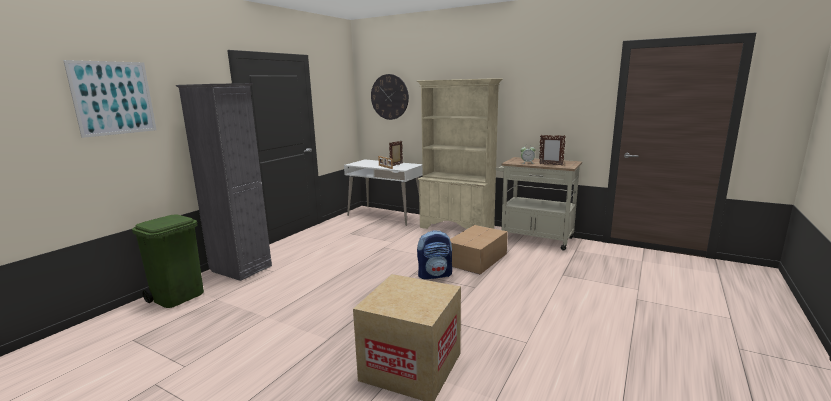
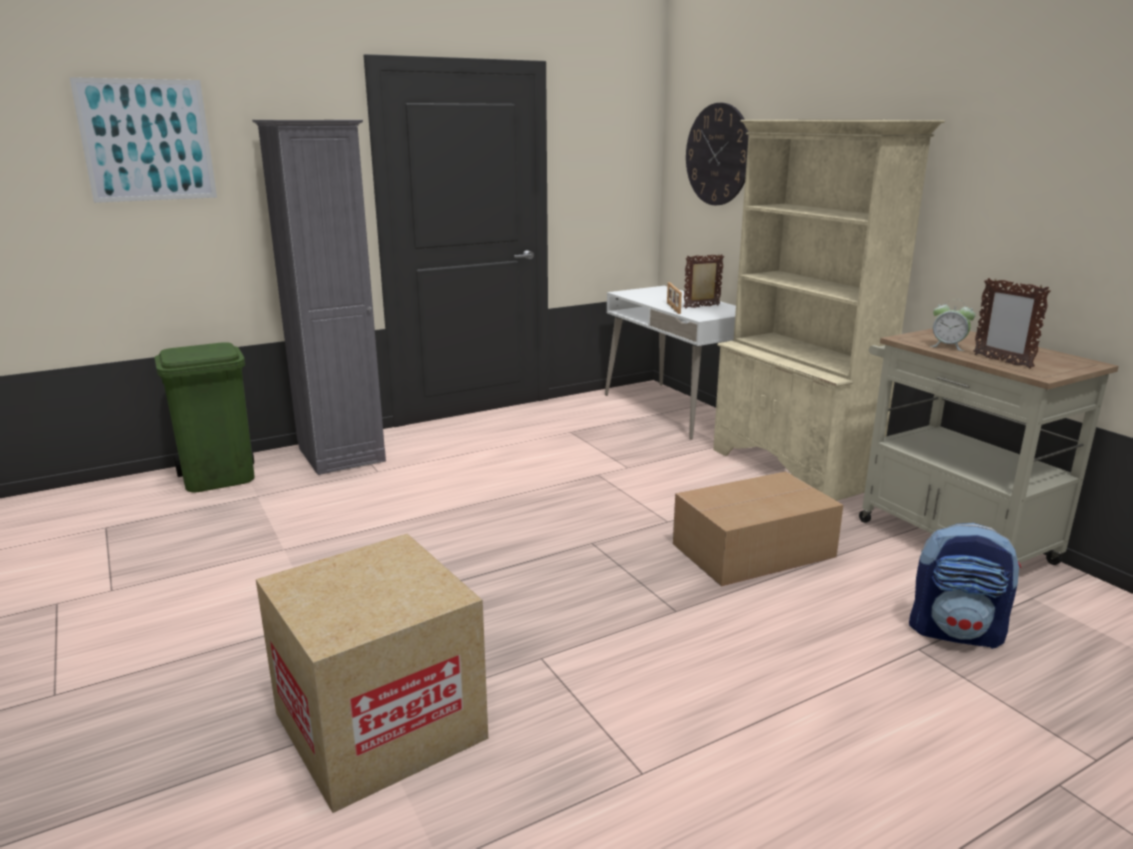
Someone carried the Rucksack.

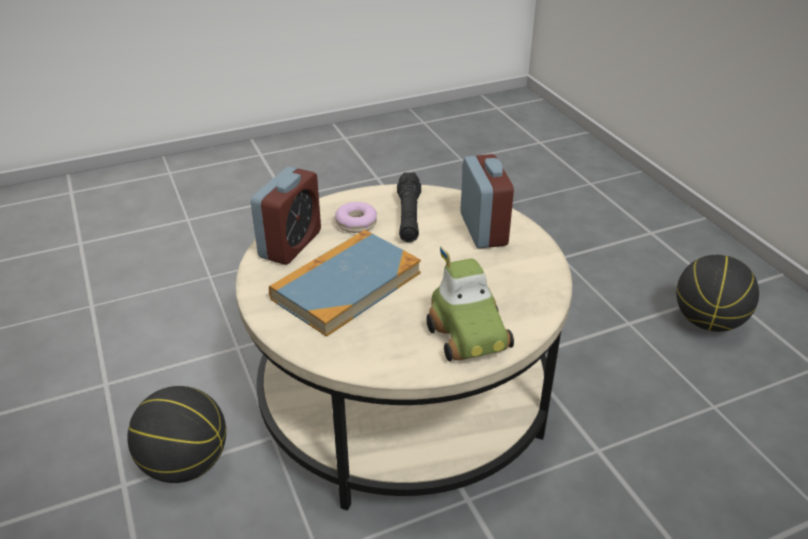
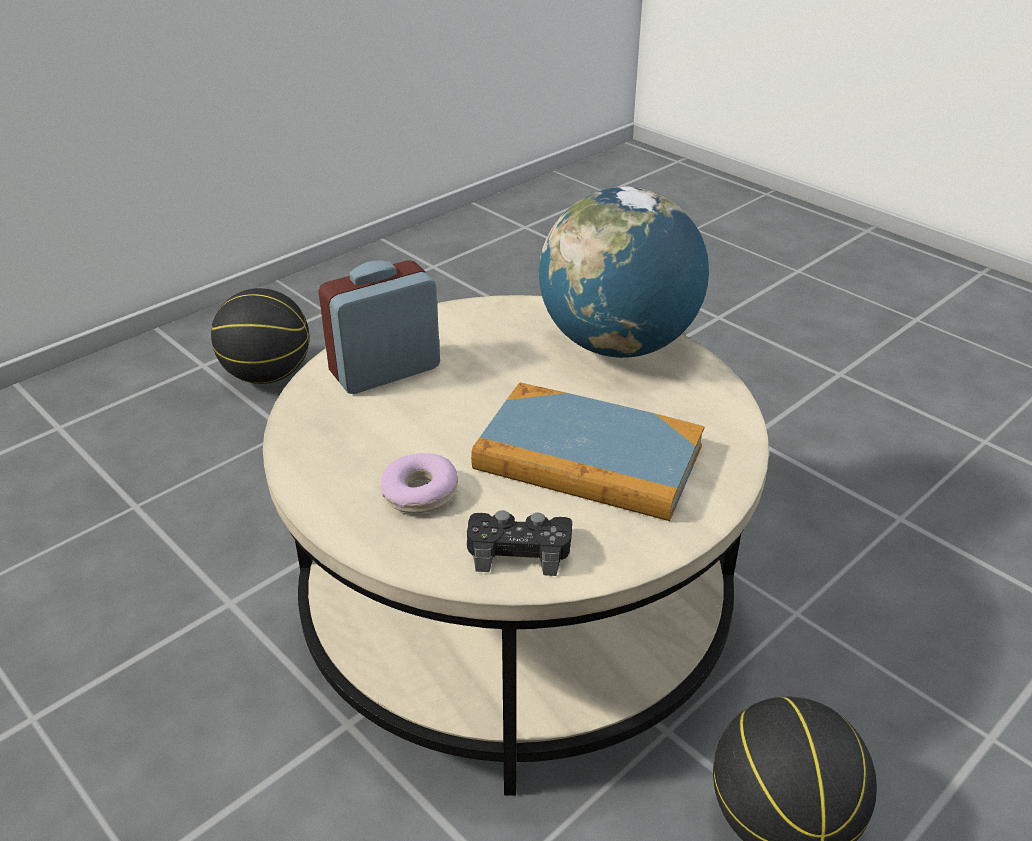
Someone swapped the Wecker (1st from left) for the Gamepad [schwarz]. Someone took away the Taschenlampe [schwarz]. Someone swapped the Spielzeugauto for the Globus.

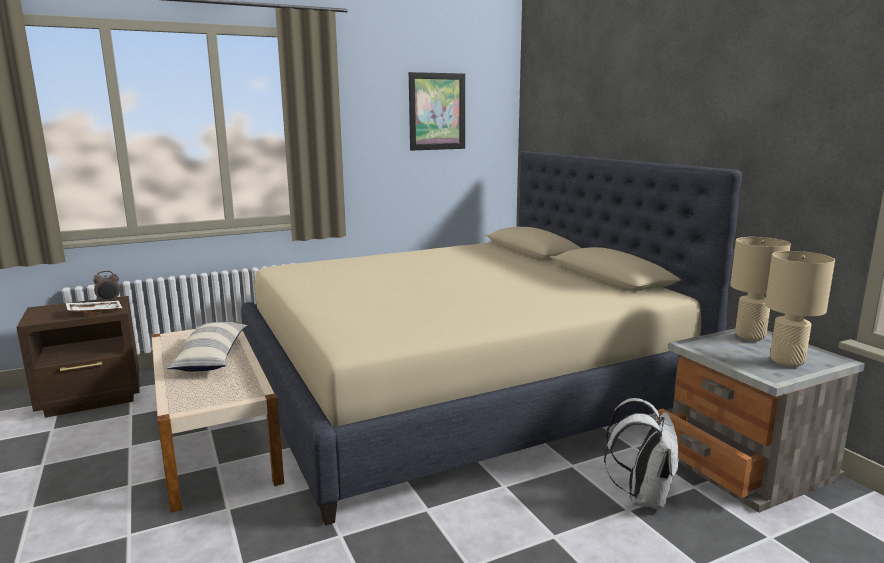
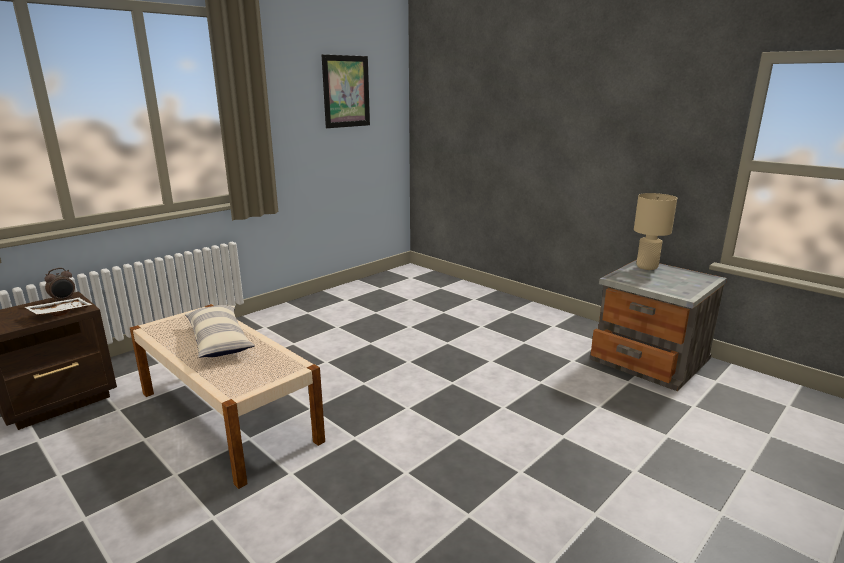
Someone took away the Bett [beige]. Someone took away the Rucksack [weiß]. Someone took away the Tischlampe [beige] (2nd from left).

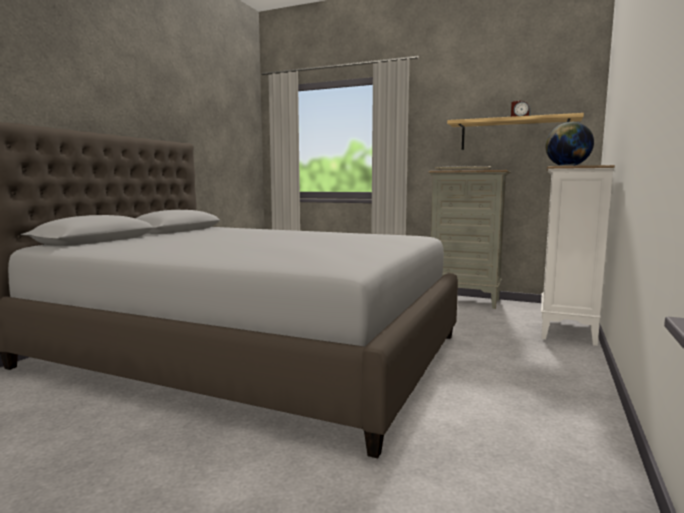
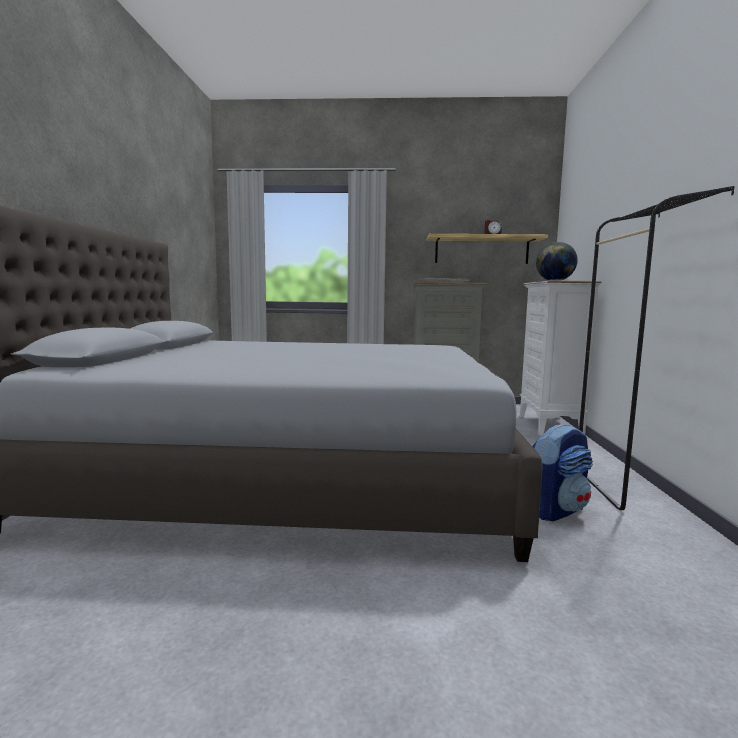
Someone put down the Rucksack. Someone put down the Kleiderständer [schwarz].

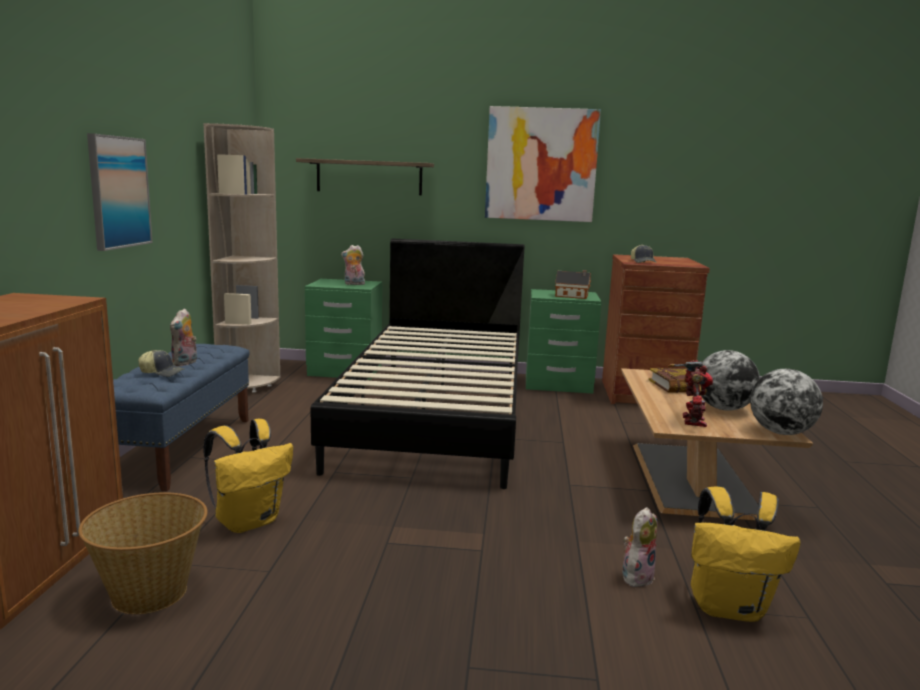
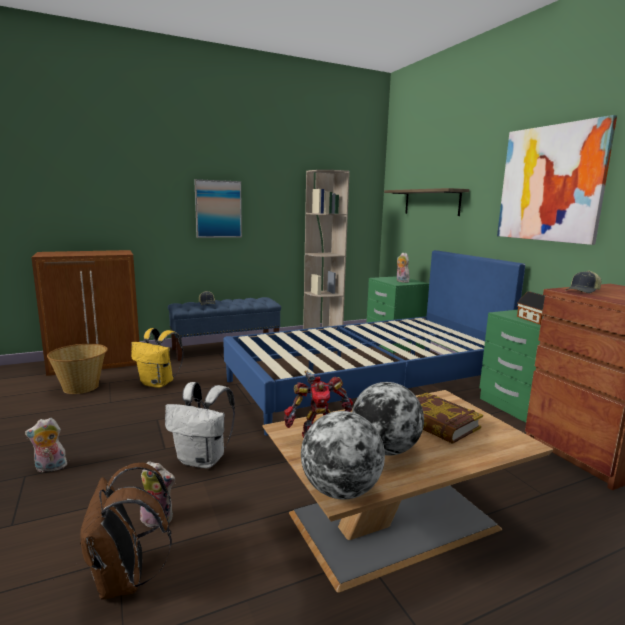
Someone carried the Plüschtier (1st from left). Someone repainted the Bett [schwarz], which became the Bett [blau]. Someone repainted the Rucksack [gelb] (2nd from left), which became the Rucksack [braun]. Someone put down the Rucksack [weiß].

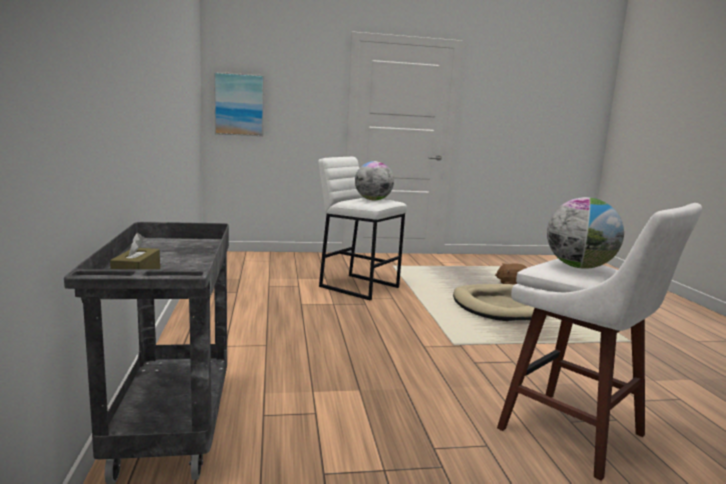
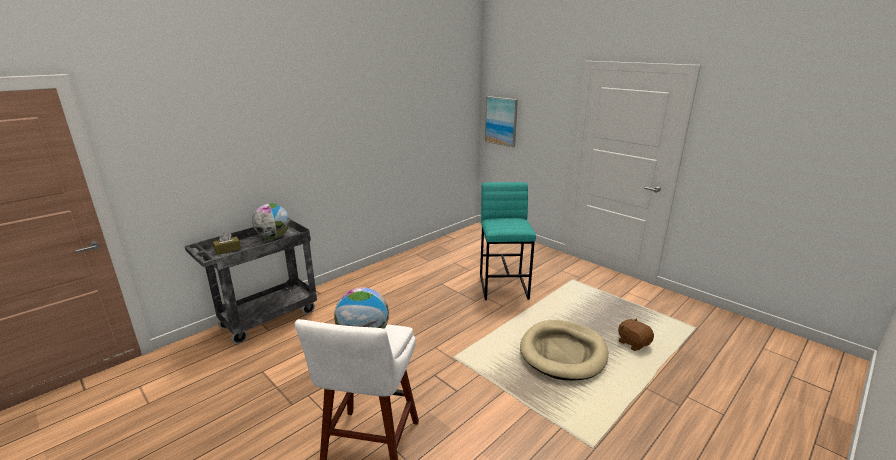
Someone repainted the Hocker [weiß] (1st from left), which became the Hocker [türkis]. Someone carried the Globus (1st from left).

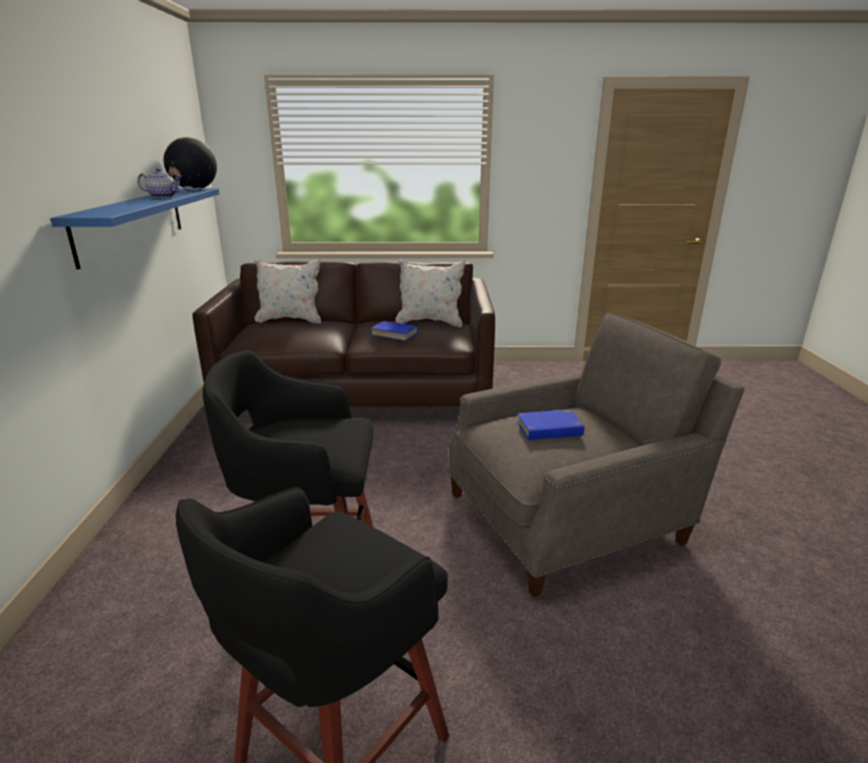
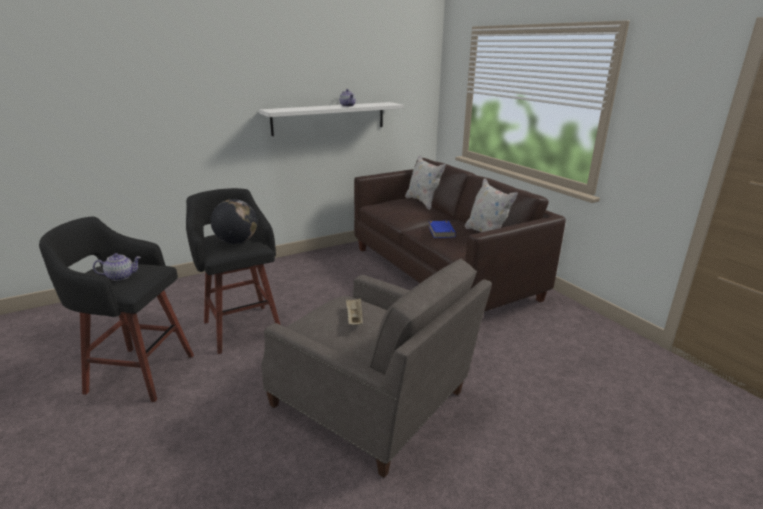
Someone repainted the Wandregal [blau], which became the Wandregal [weiß]. Someone carried the Globus. Someone swapped the Buch [blau] (2nd from left) for the Tablett [beige]. Someone put down the Teekanne (1st from left).

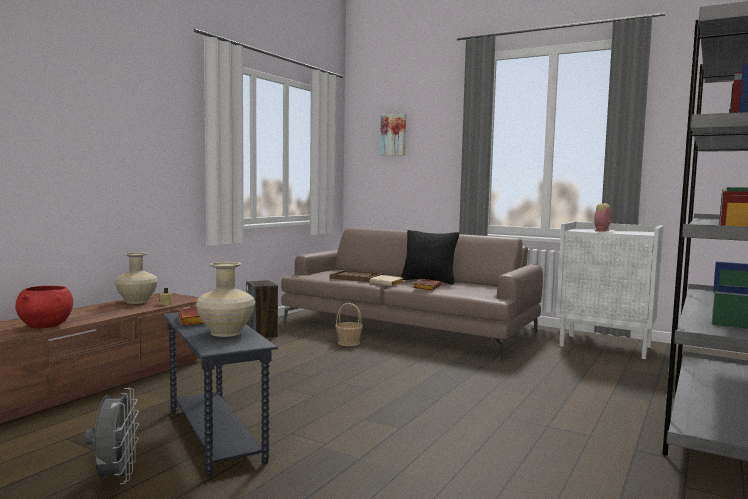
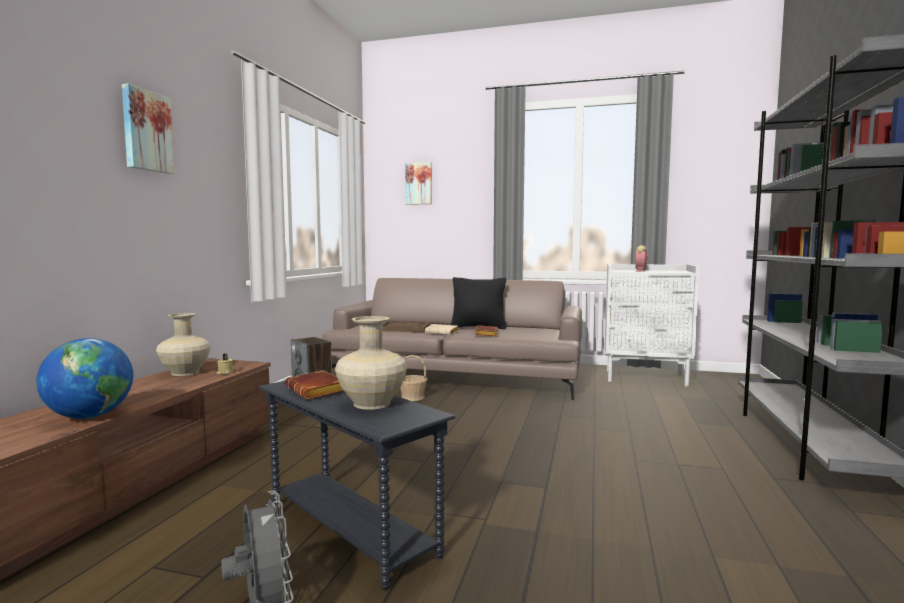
Someone swapped the Schüssel [rot] for the Globus. Someone put up the Bild (1st from left).

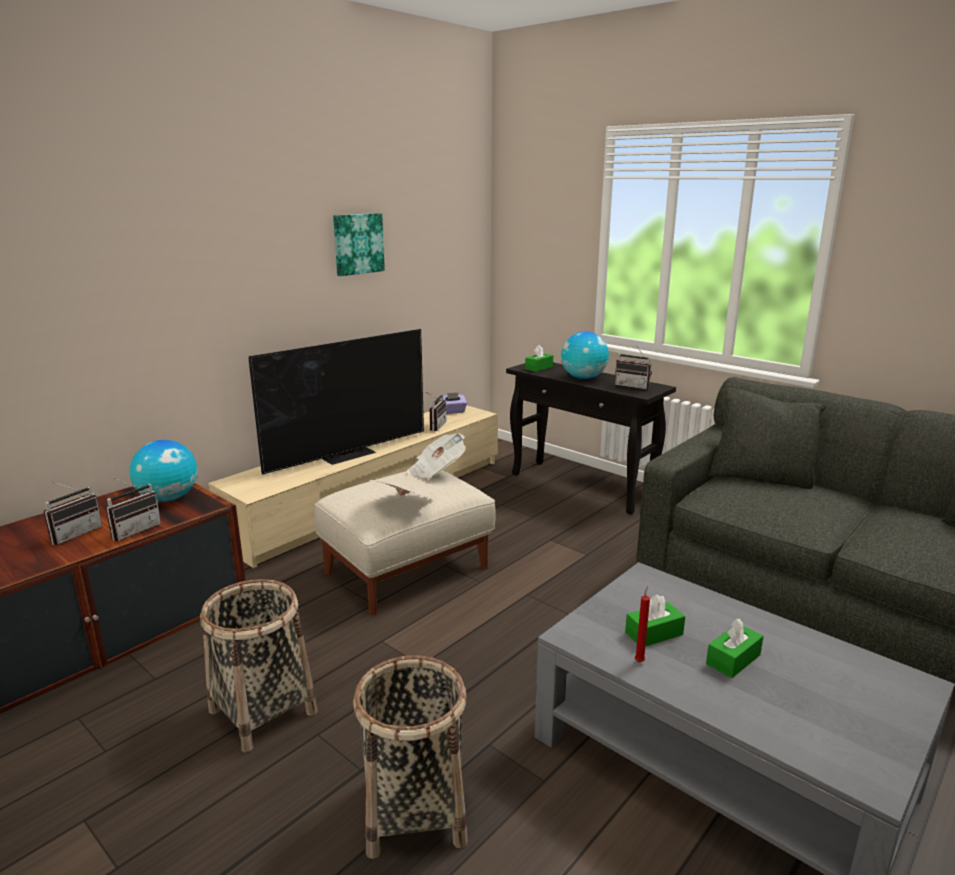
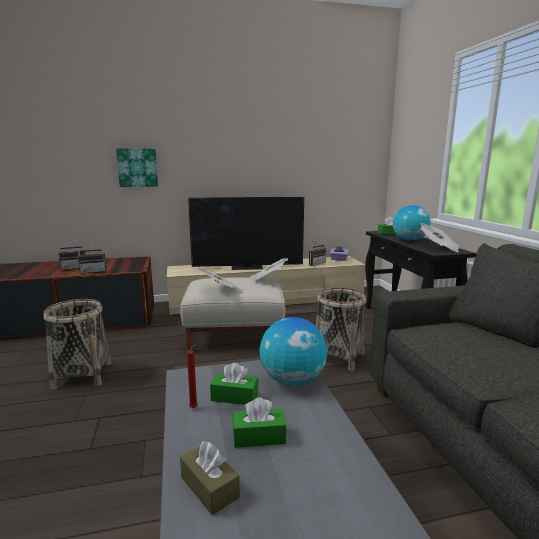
Someone carried the Globus (1st from left). Someone carried the Bild. Someone carried the Korb (2nd from left). Someone swapped the Radio (4th from left) for the Zeitung (3rd from left). Someone put down the Taschentuchbox [braun].

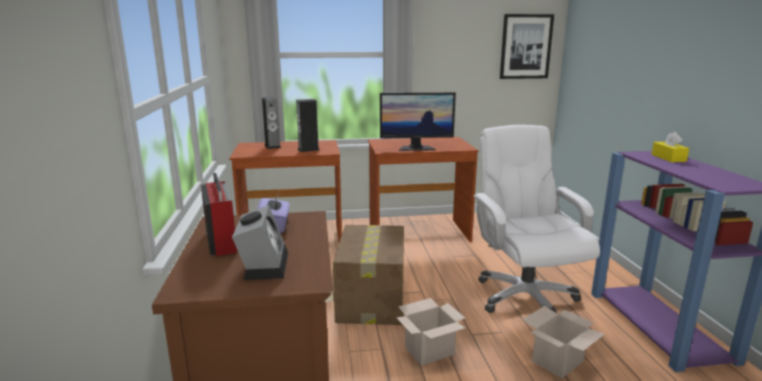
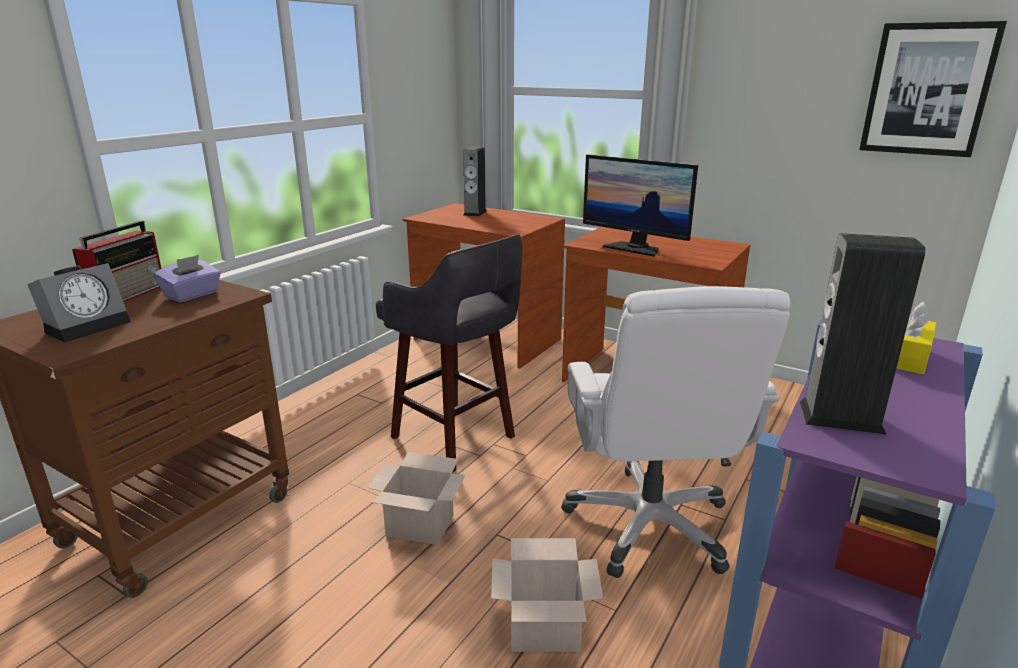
Someone carried the Lautsprecher (2nd from left). Someone swapped the Karton (1st from left) for the Hocker [grau]. Someone rotated the Bürostuhl [weiß] by 150 degrees clockwise.

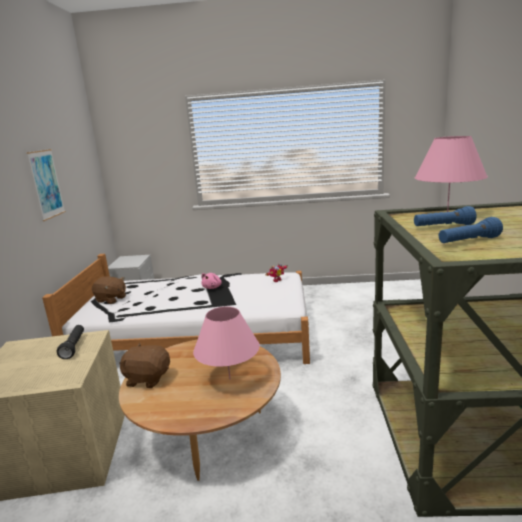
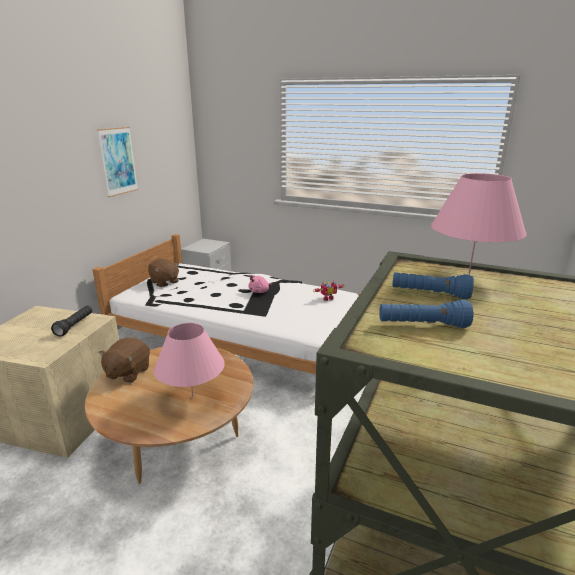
Someone rotated the Plüschtier [braun] (2nd from left in the first image) by 105 degrees counterclockwise.

